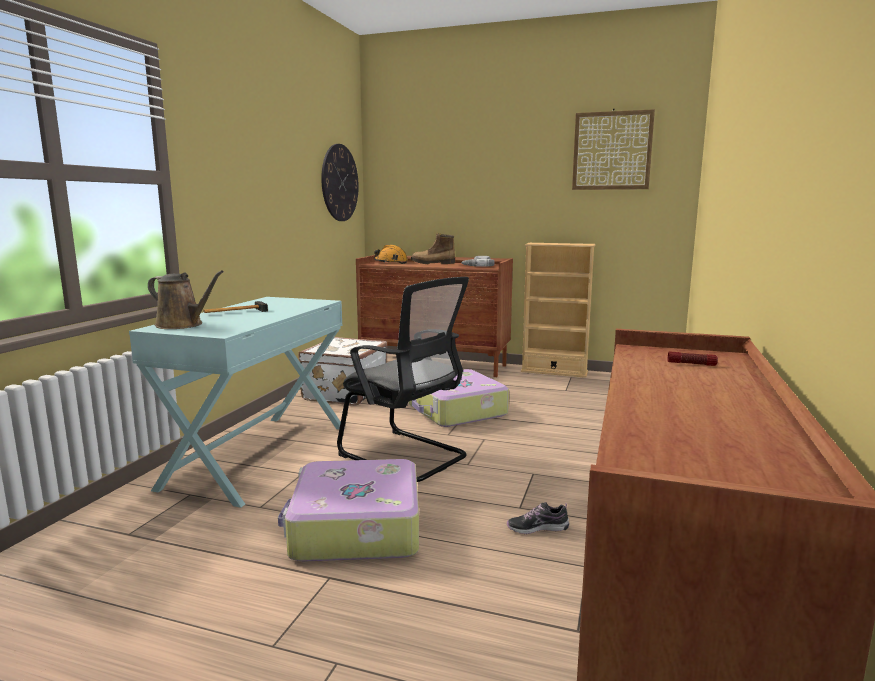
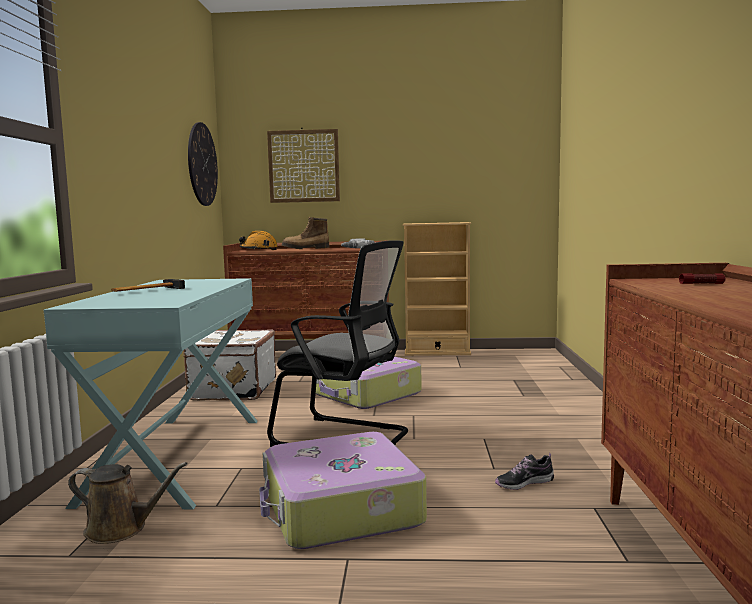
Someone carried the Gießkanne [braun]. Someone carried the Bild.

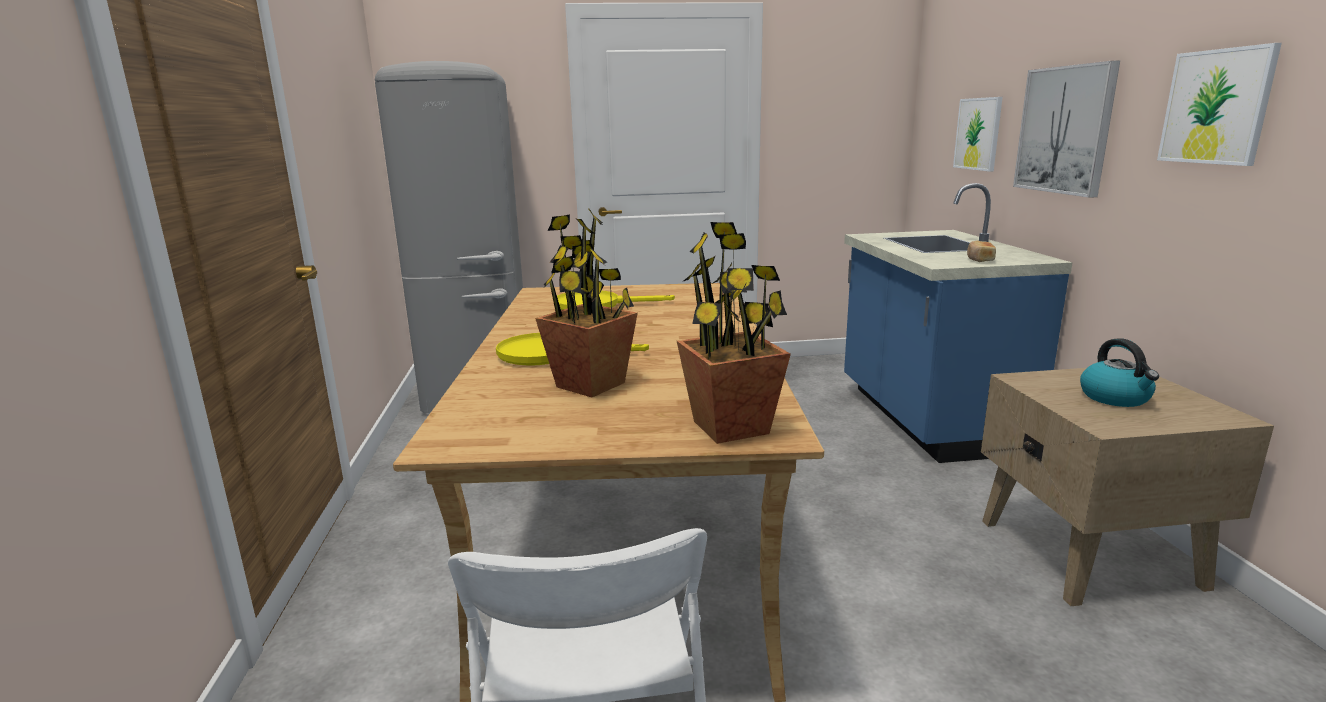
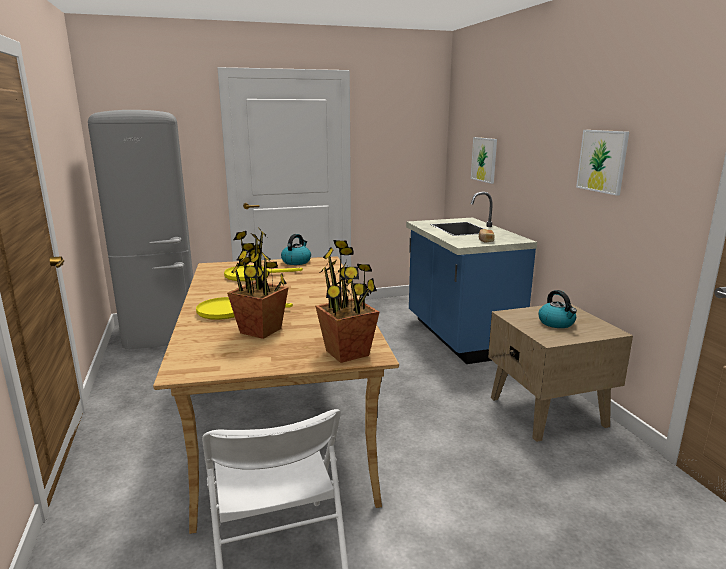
Someone took away the Bild (2nd from left). Someone put down the Wasserkessel (1st from left).

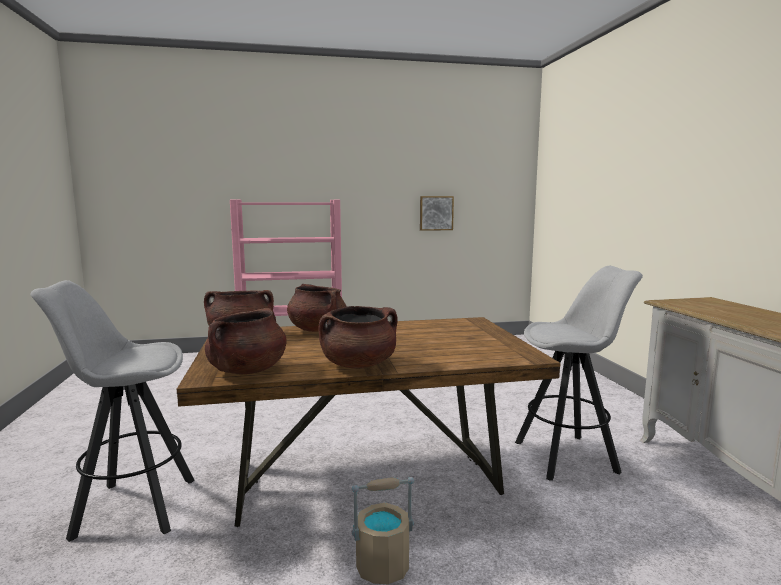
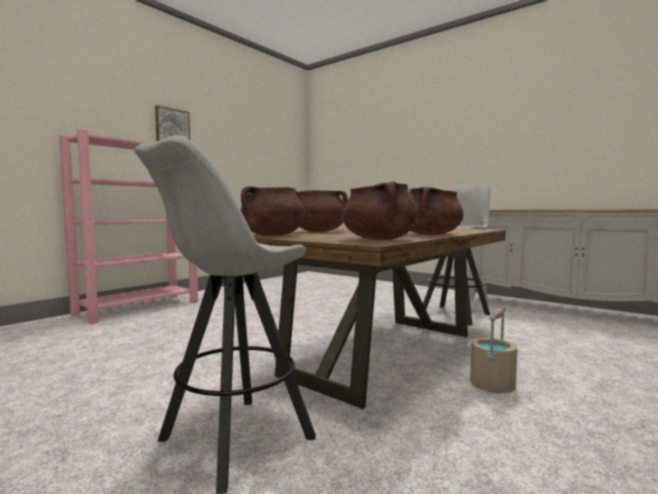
Someone carried the Bild.

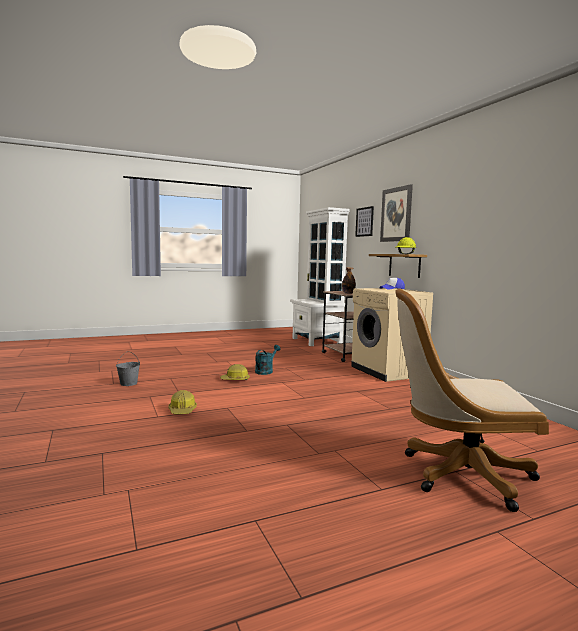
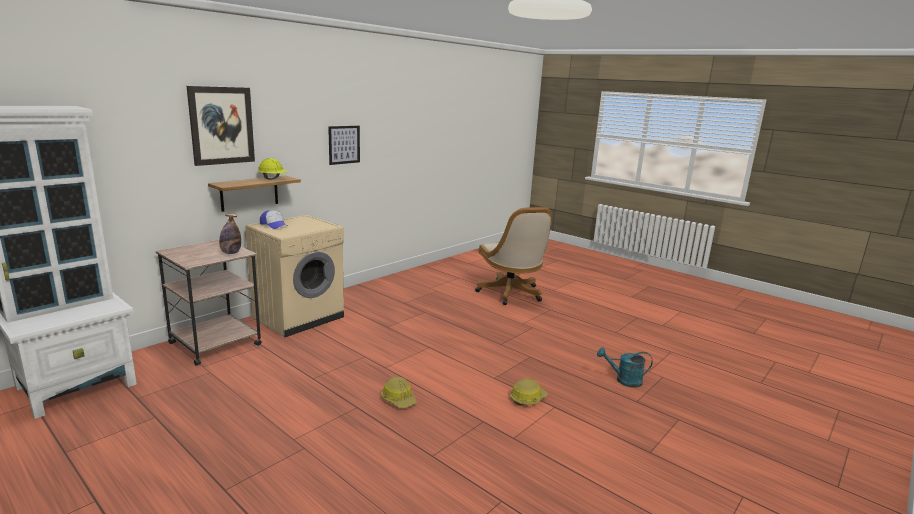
Someone took away the Eimer [grau]. Someone carried the Gießkanne [türkis]. Someone carried the Bild (1st from left in the first image).

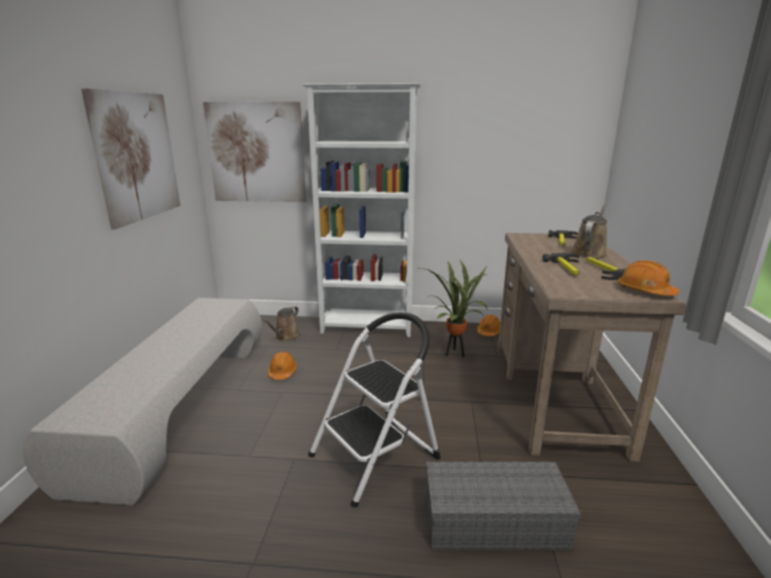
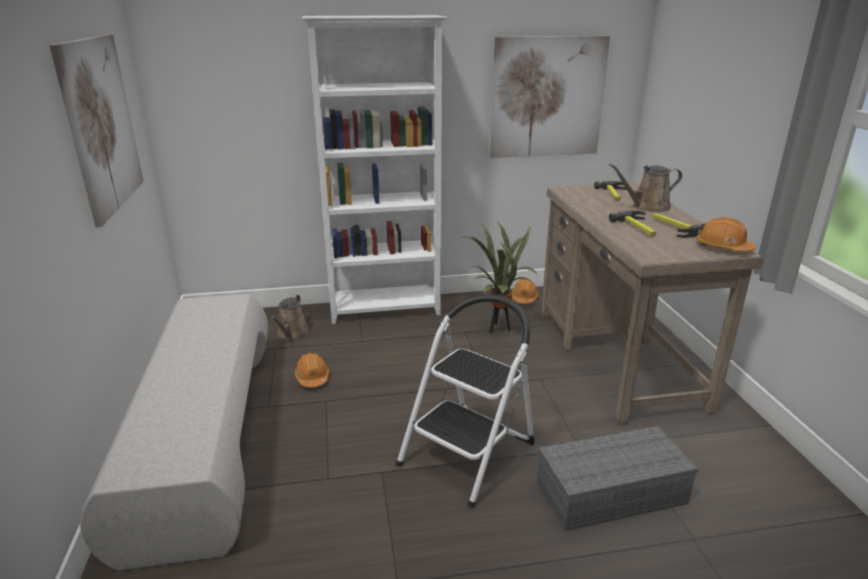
Someone carried the Bild (2nd from left). Someone rotated the Gießkanne [braun] (2nd from left) by 120 degrees counterclockwise.

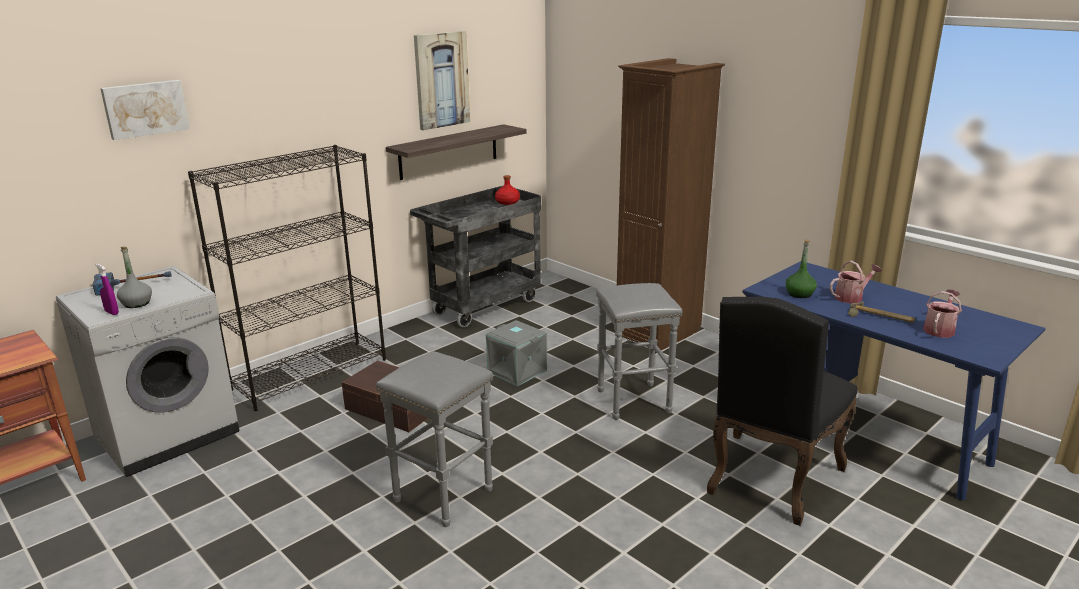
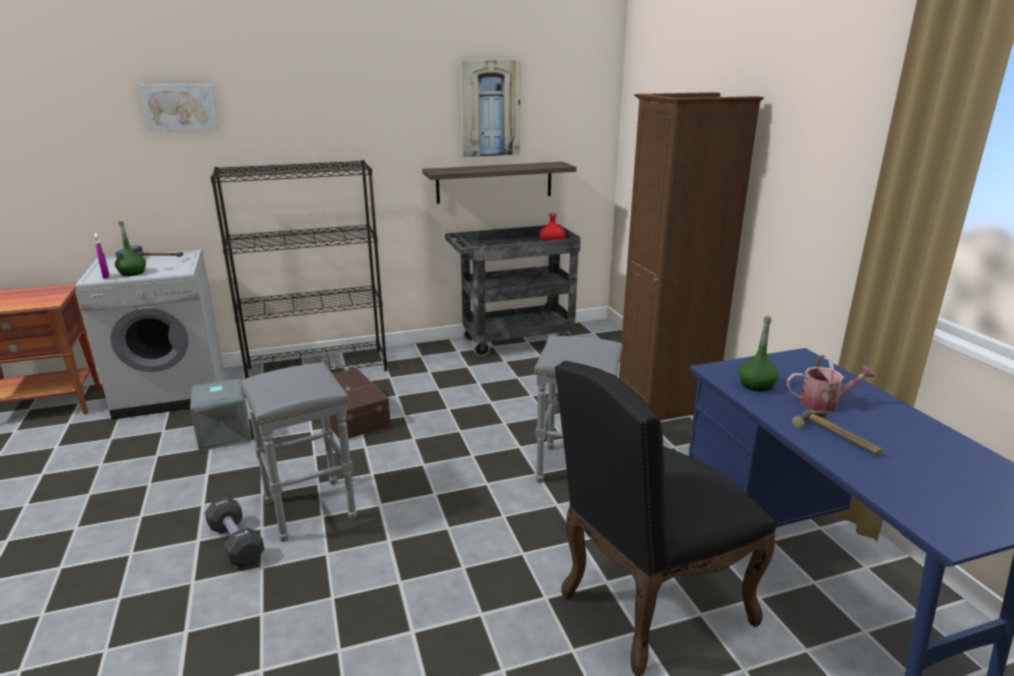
Someone repainted the Flasche [grau], which became the Flasche [grün] (1st from left). Someone carried the Aufbewahrungsbox [grau]. Someone took away the Gießkanne (2nd from left). Someone put down the Hantel [schwarz].

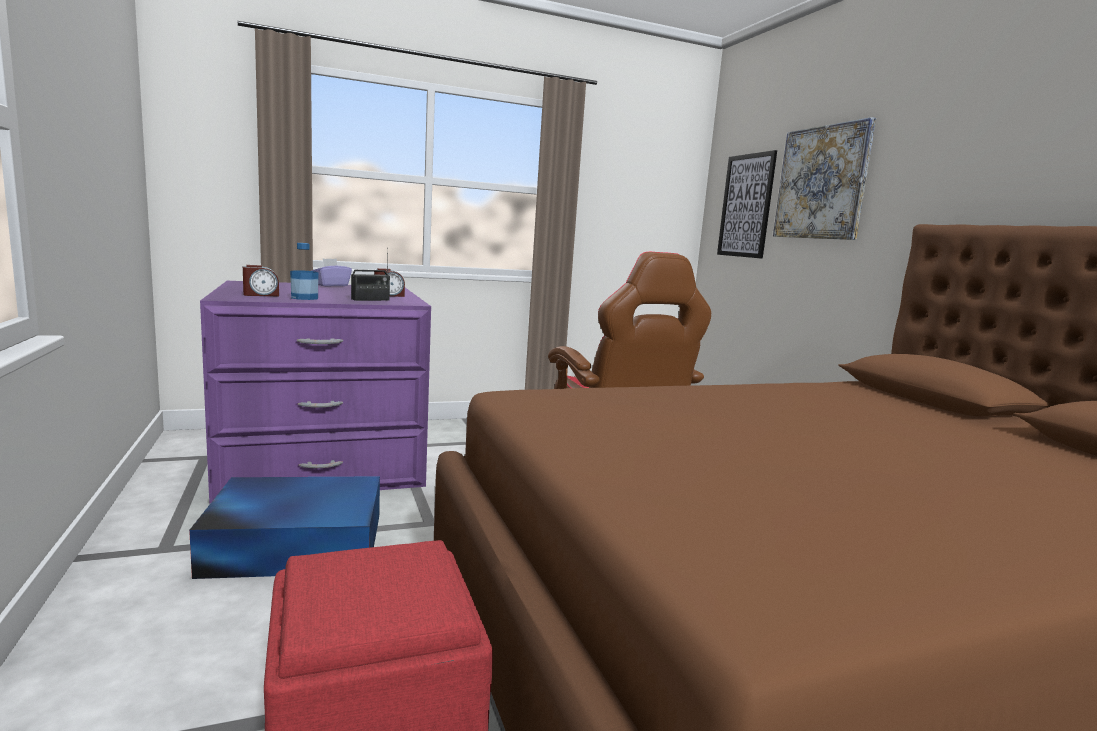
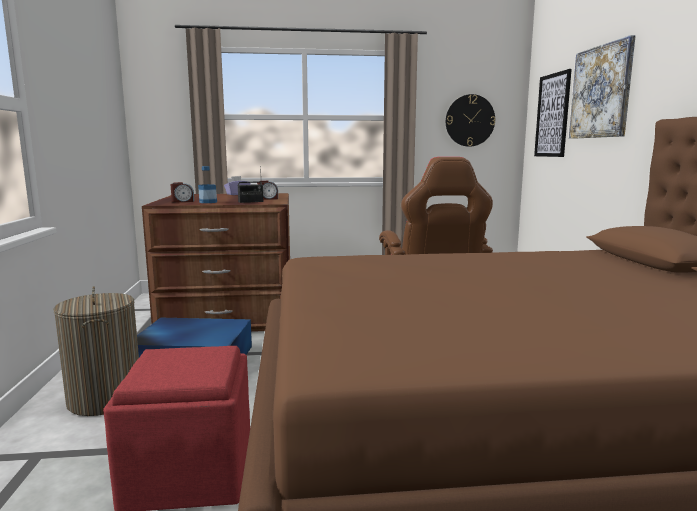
Someone repainted the Kommode [lila], which became the Kommode [braun]. Someone put down the Wäschekorb. Someone put up the Wanduhr.

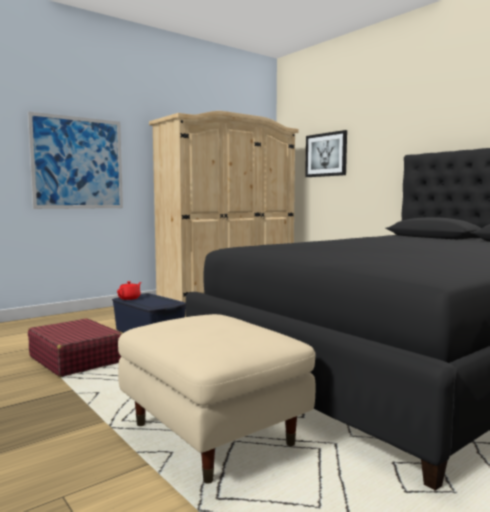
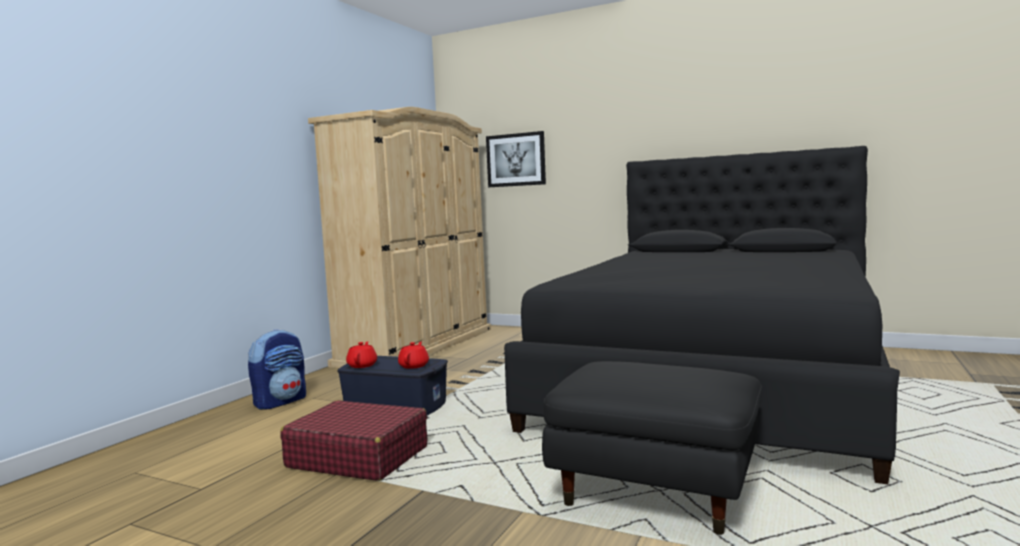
Someone took away the Bild (1st from left). Someone repainted the Polsterhocker [beige], which became the Polsterhocker [schwarz]. Someone put down the Rucksack. Someone put down the Teekanne [rot] (2nd from left).

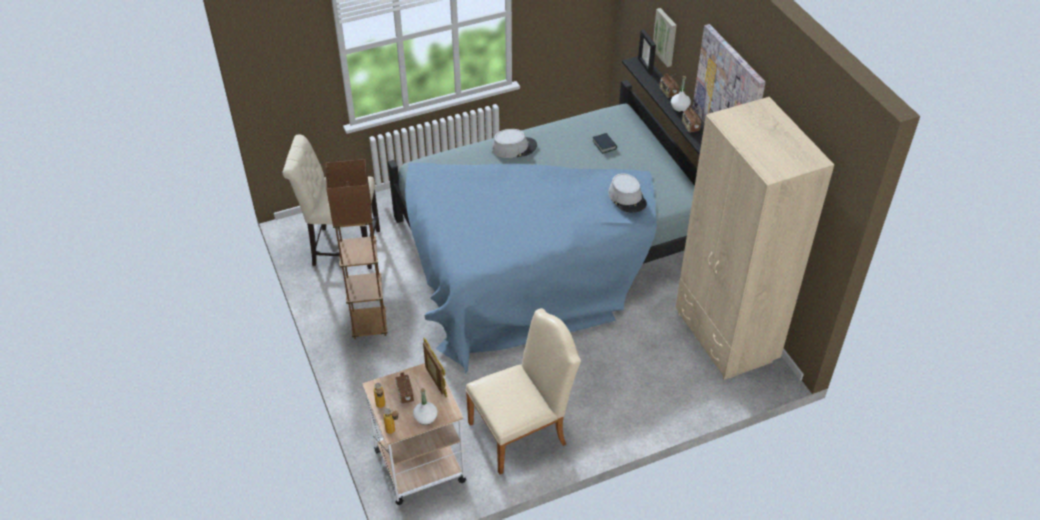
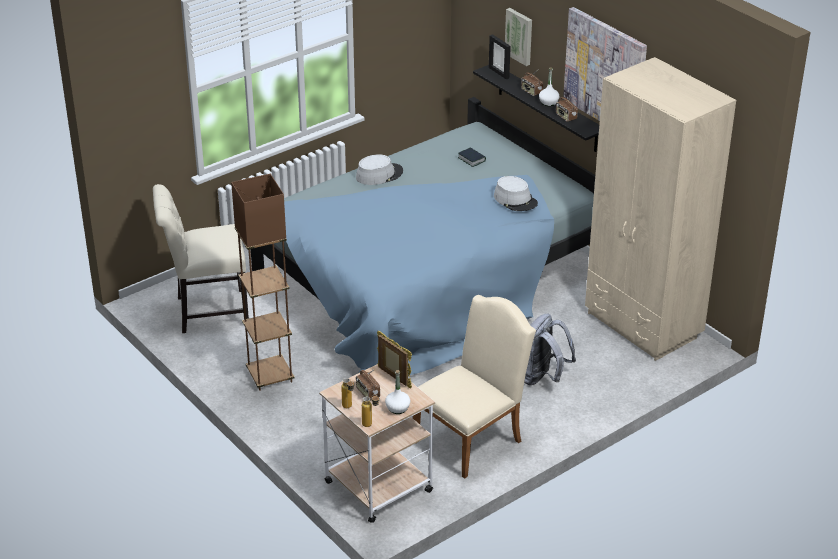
Someone put down the Rucksack [grau].

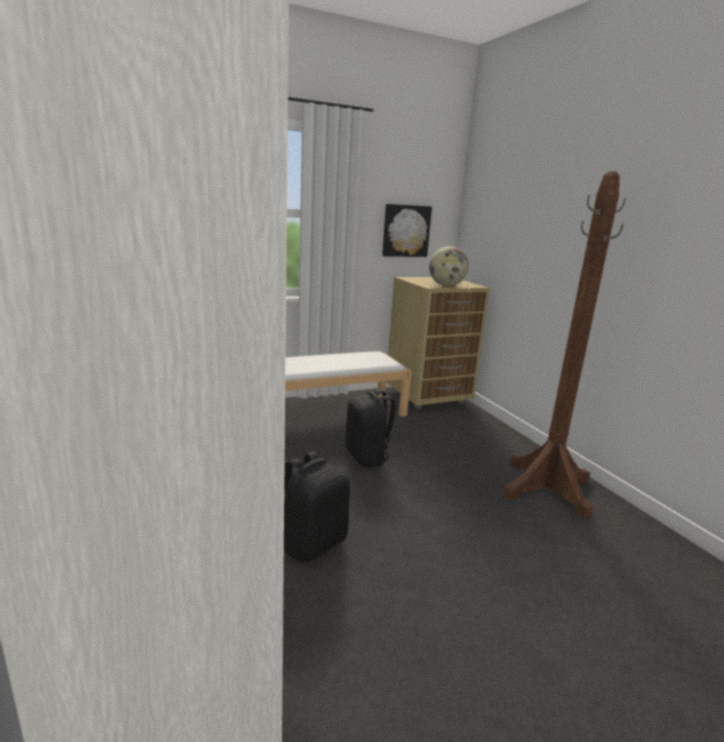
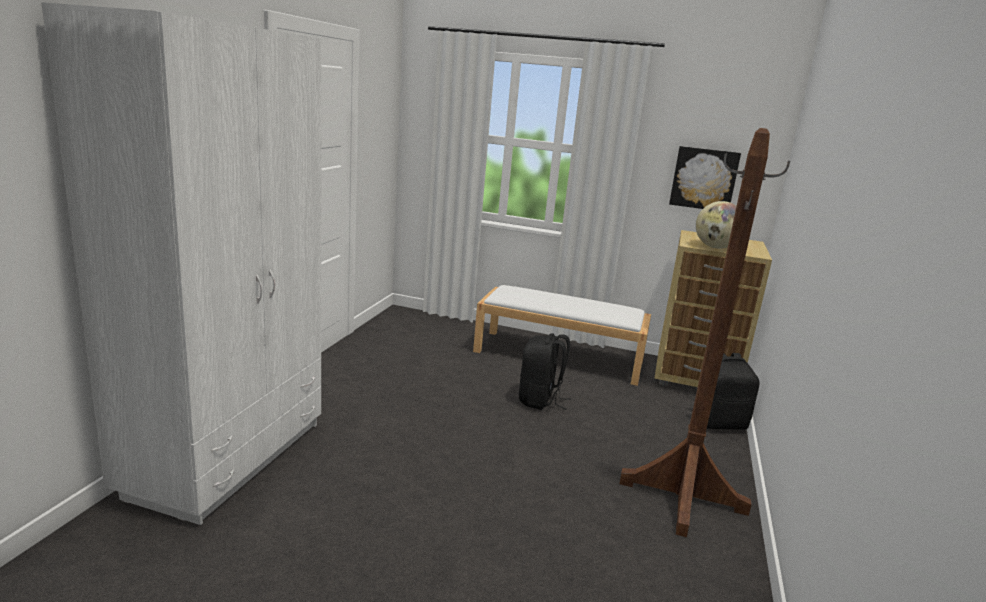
Someone carried the Rucksack [schwarz] (1st from left in the first image).

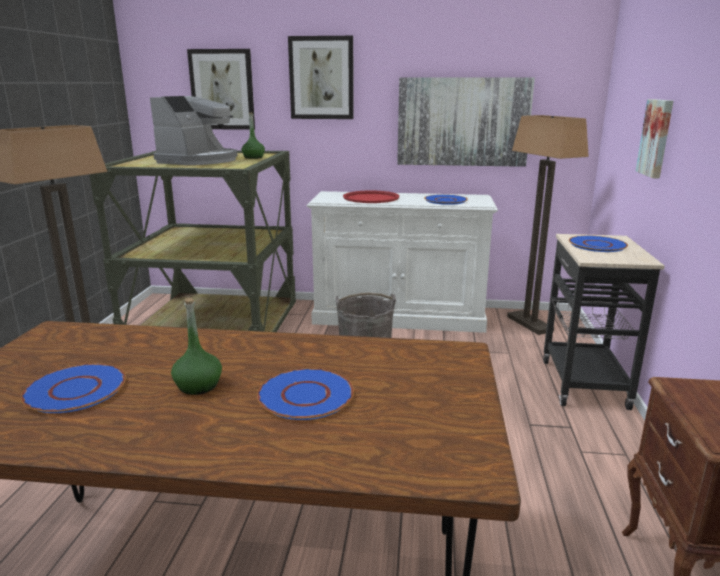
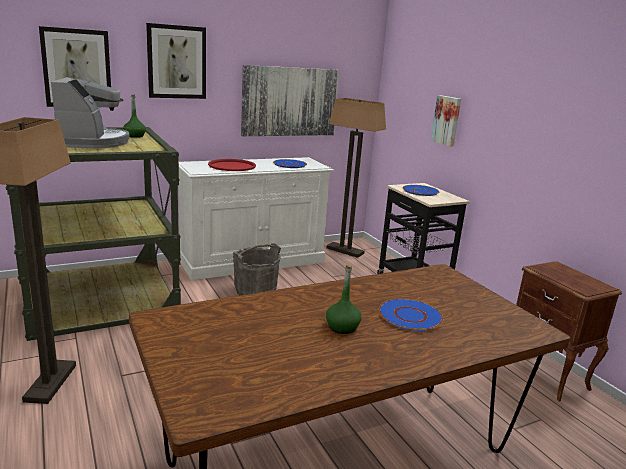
Someone took away the Teller [blau] (1st from left).

